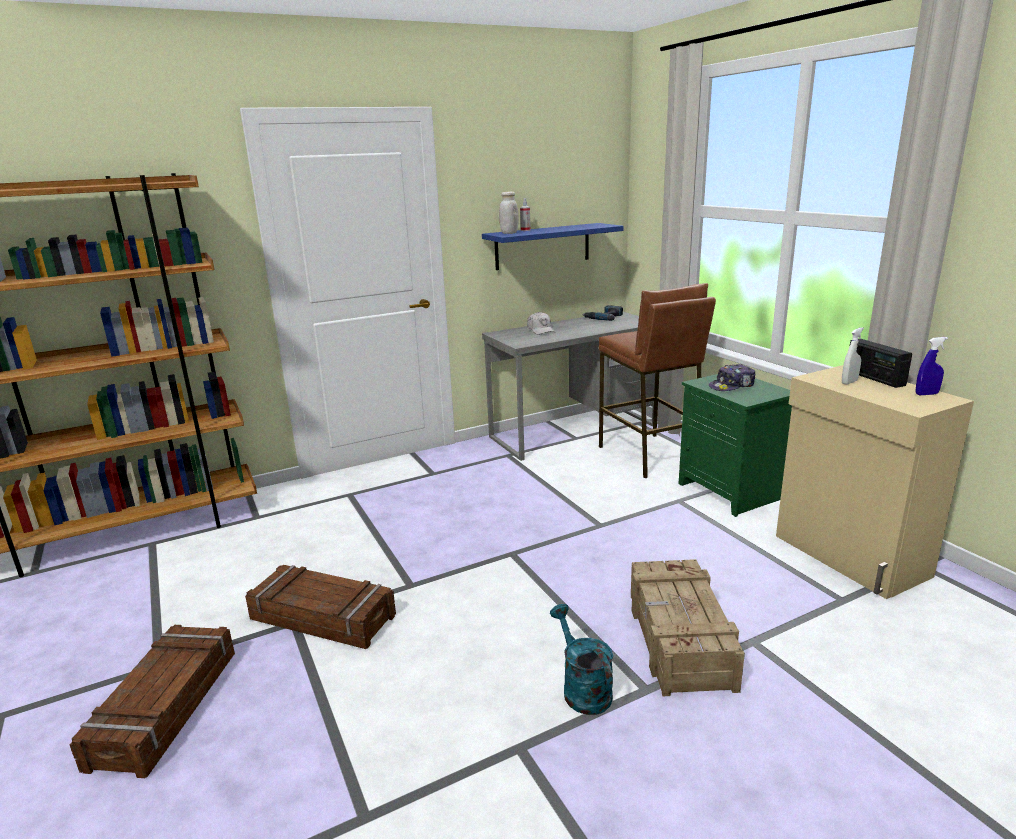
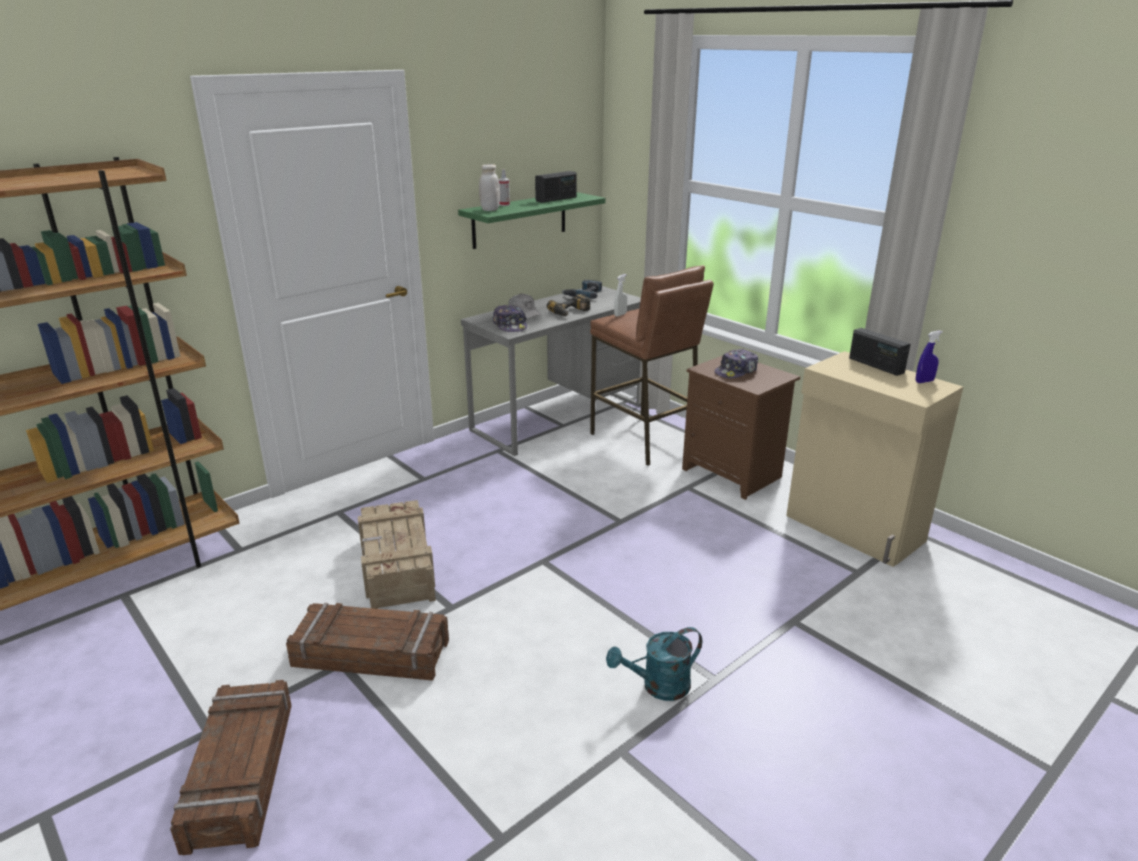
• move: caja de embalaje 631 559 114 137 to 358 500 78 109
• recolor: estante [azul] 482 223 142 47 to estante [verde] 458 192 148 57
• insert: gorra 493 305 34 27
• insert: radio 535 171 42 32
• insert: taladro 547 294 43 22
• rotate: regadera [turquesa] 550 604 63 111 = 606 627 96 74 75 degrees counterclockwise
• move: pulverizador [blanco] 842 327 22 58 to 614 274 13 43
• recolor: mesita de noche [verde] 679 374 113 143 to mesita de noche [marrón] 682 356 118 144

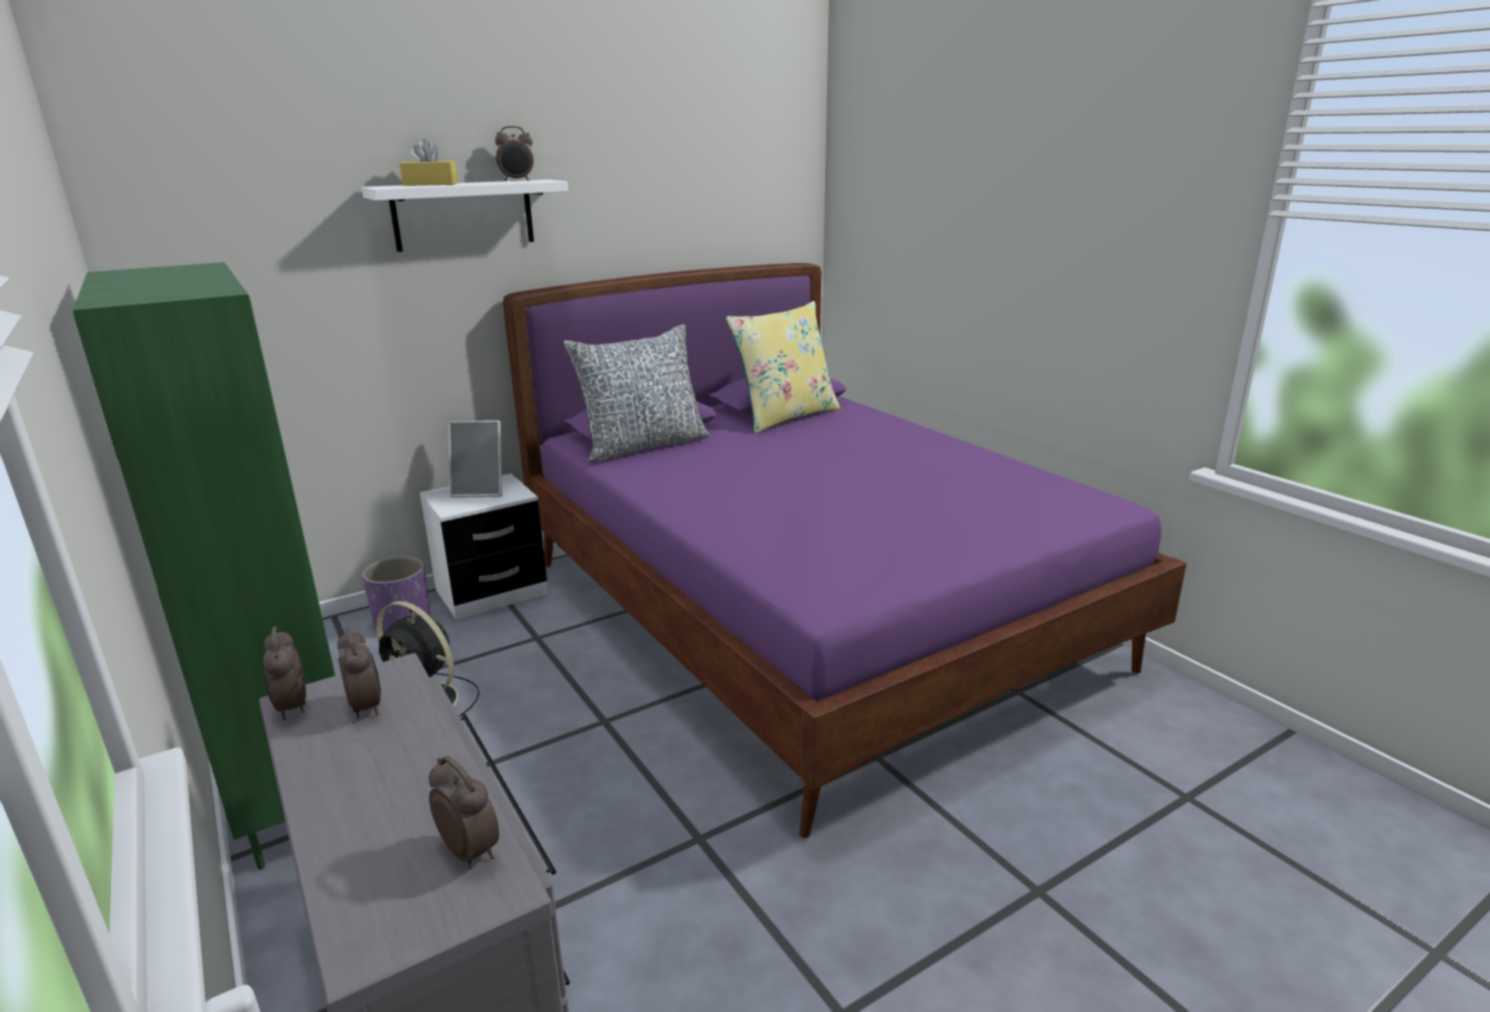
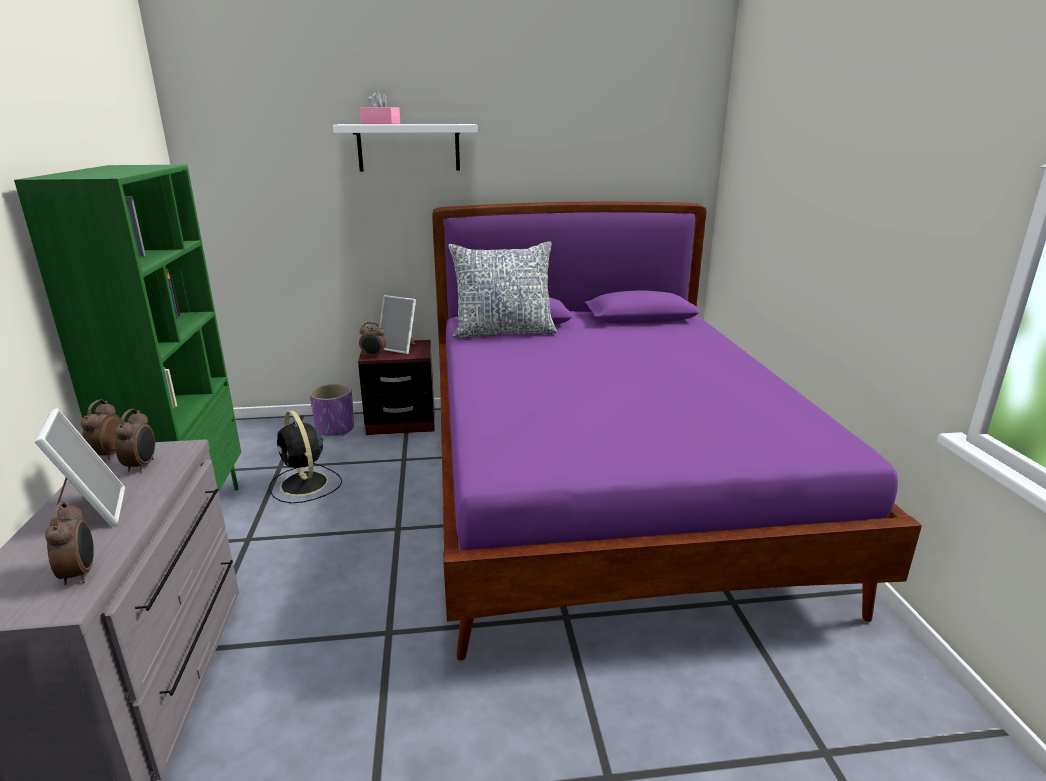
• insert: portarretratos 35 408 90 118
• recolor: mesita de noche [blanco] 420 474 127 146 to mesita de noche [marrón] 358 340 77 95
• recolor: caja de pañuelos [amarillo] 399 139 59 47 to caja de pañuelos [rosa] 359 91 41 33
• move: despertador 495 126 39 55 to 359 322 27 36
• delete: cojín [amarillo] 726 301 114 132

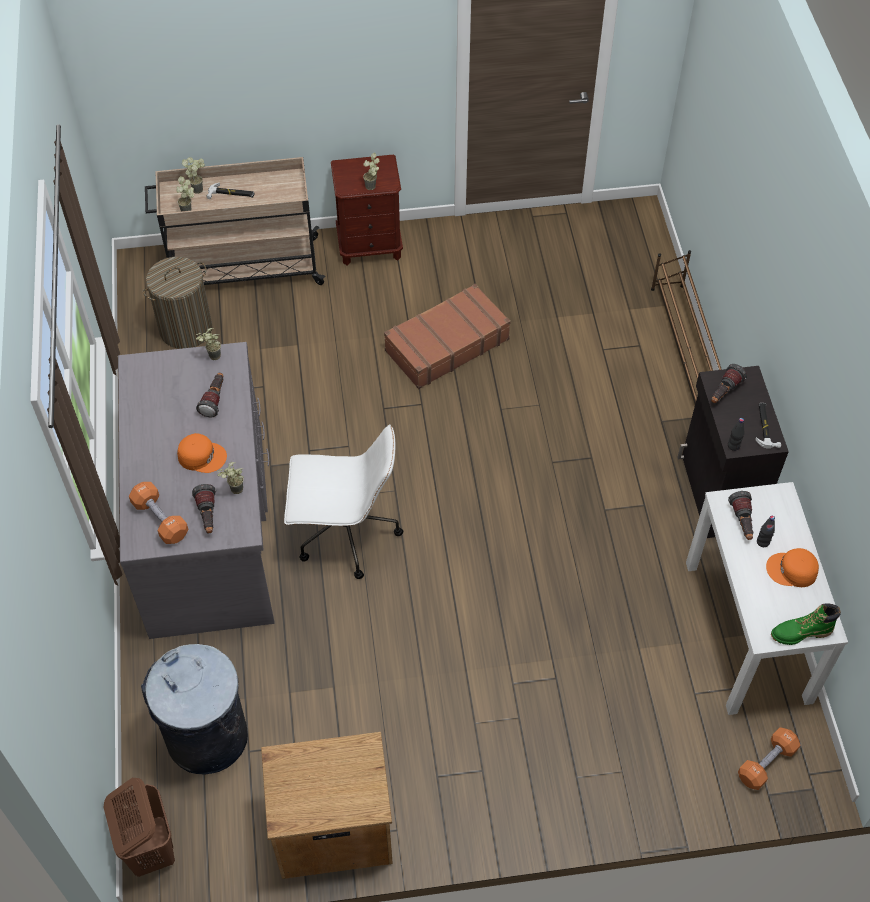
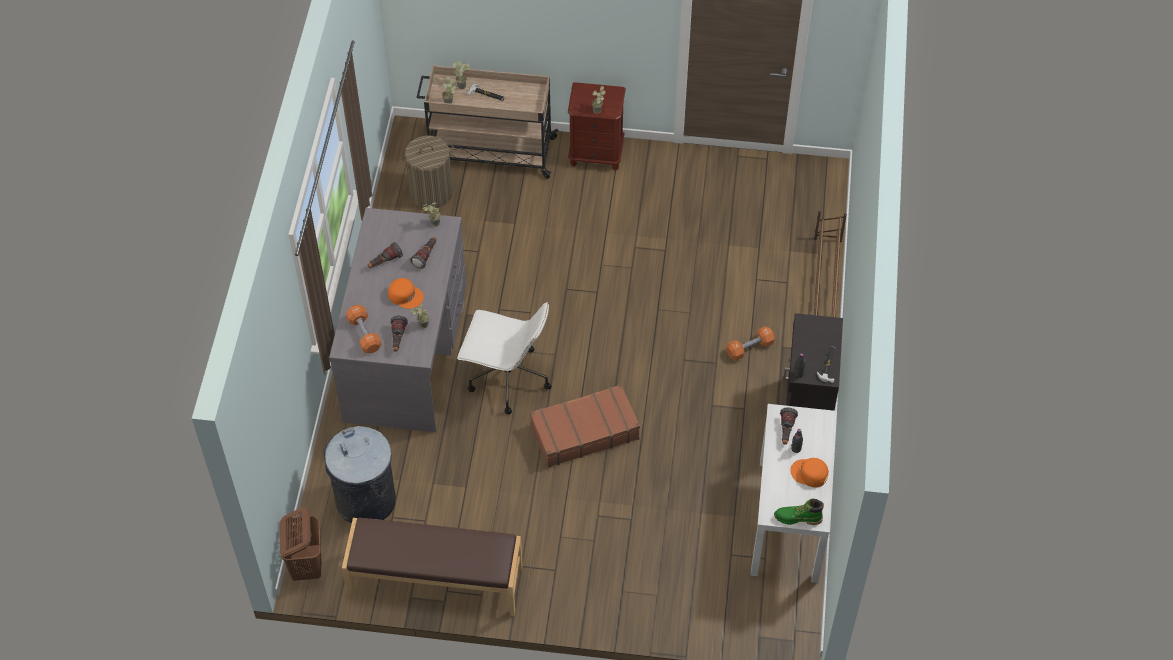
• replace: mesita de noche [marrón] 261 732 132 147 to banco [marrón] 342 517 181 99
• move: linterna 711 364 36 39 to 368 242 35 26
• move: maleta [marrón] 384 284 127 105 to 530 384 110 83
• move: mancuerna [naranja] 738 727 62 63 to 726 326 49 34

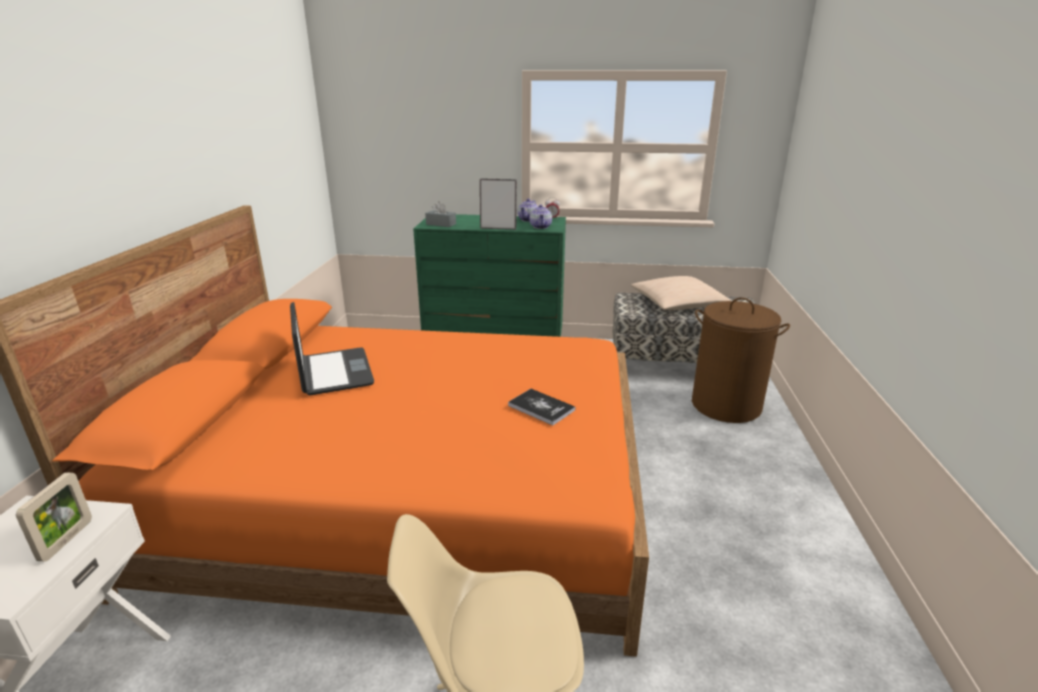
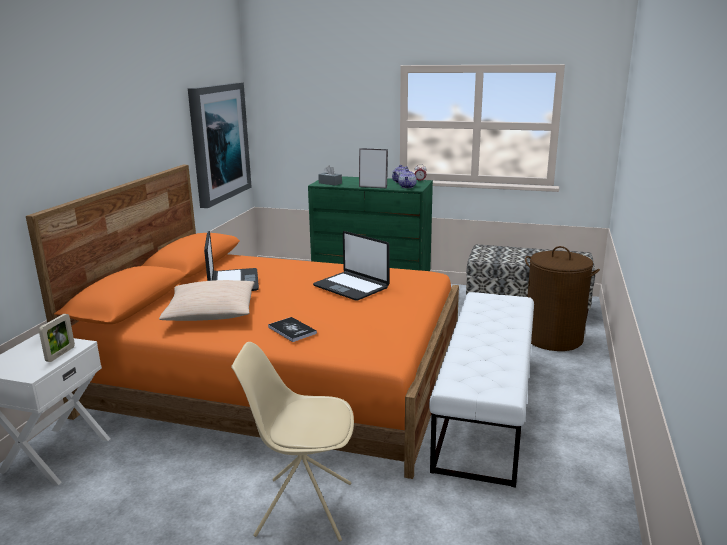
• move: cojín [beis] 631 276 100 34 to 159 280 96 41
• insert: cuadro 188 82 64 126
• move: libro 508 389 67 37 to 268 317 49 25
• insert: portátil 313 231 76 70
• insert: banco [blanco] 429 292 105 196

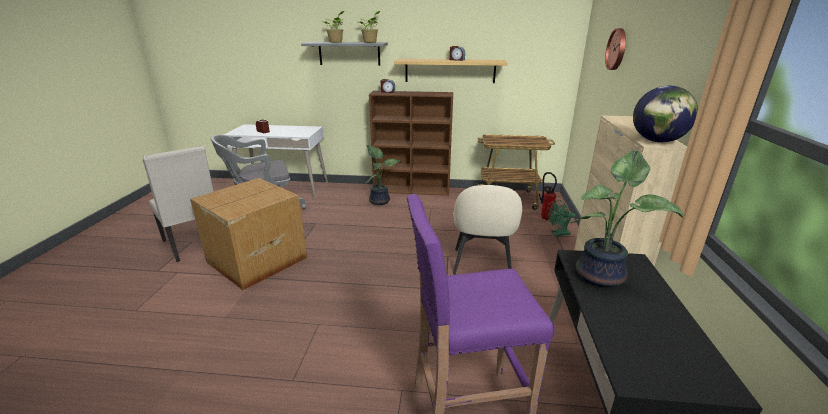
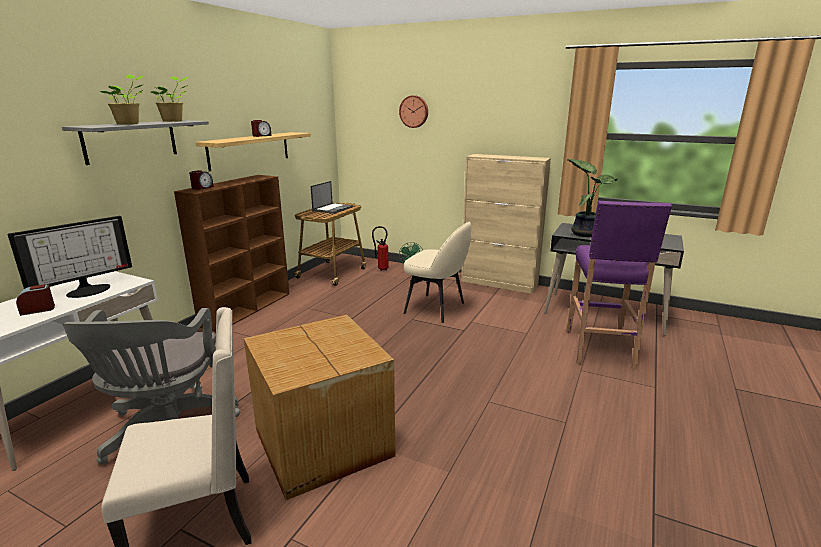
• insert: monitor 7 216 125 82
• insert: portátil 311 181 42 33
• delete: planta en maceta 365 145 36 60
• delete: globo terráqueo 633 86 65 57

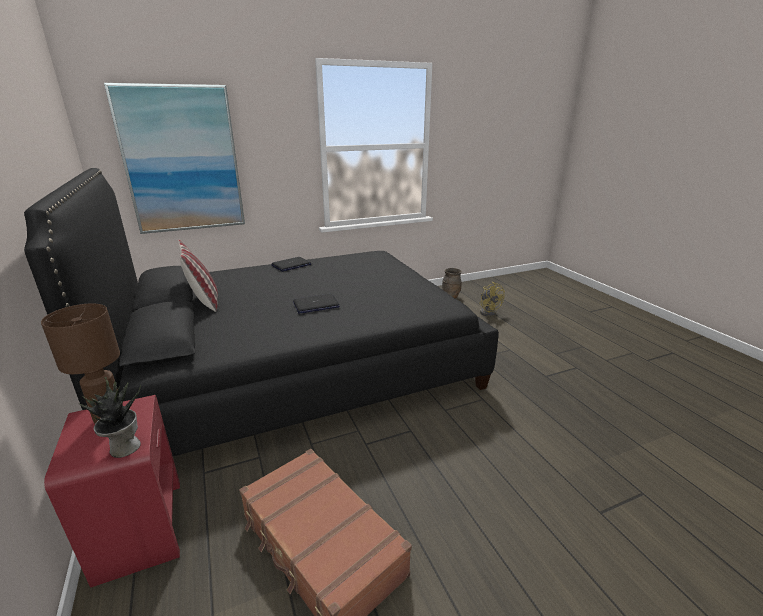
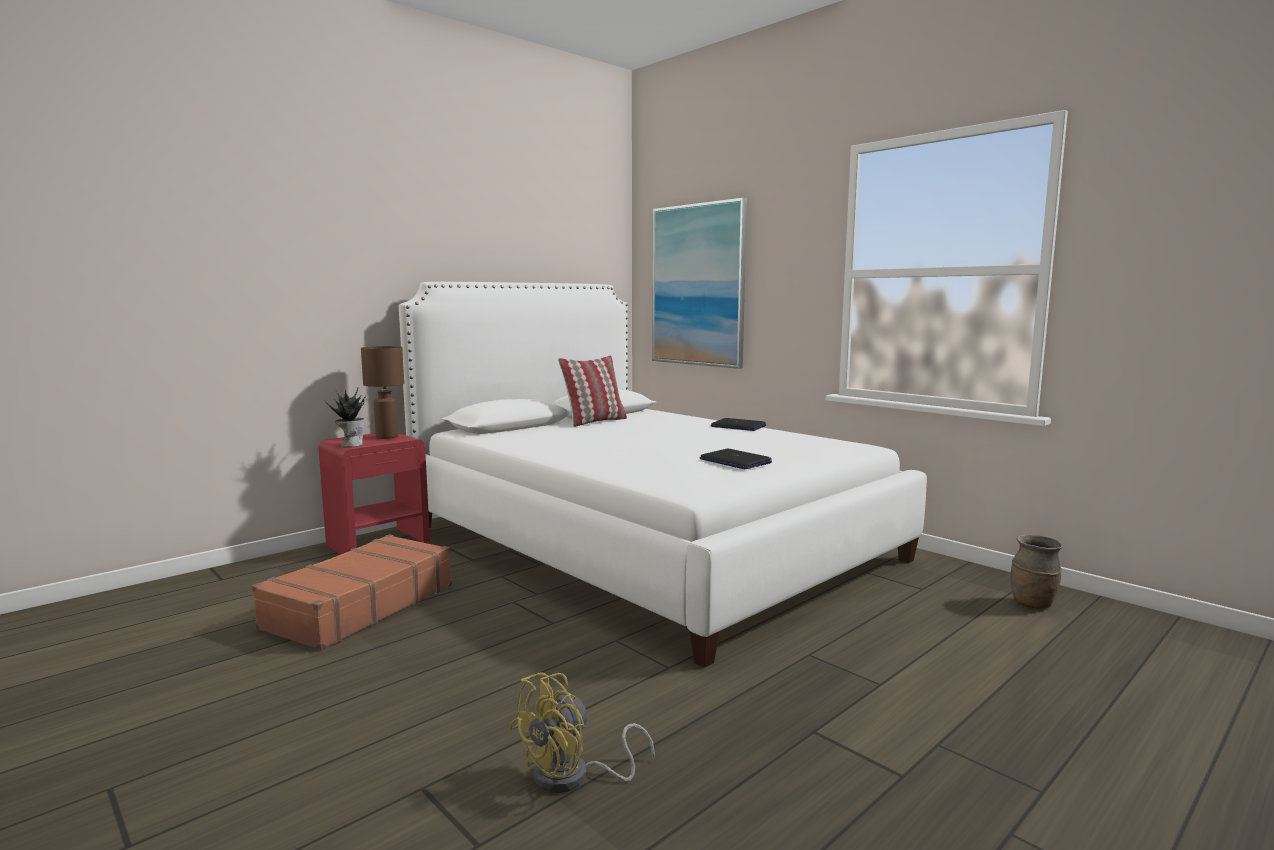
• recolor: cama [negro] 24 168 475 288 to cama [blanco] 399 282 528 386
• move: ventilador [amarillo] 479 282 26 34 to 509 672 146 121
• move: portátil 293 294 46 20 to 700 449 72 20

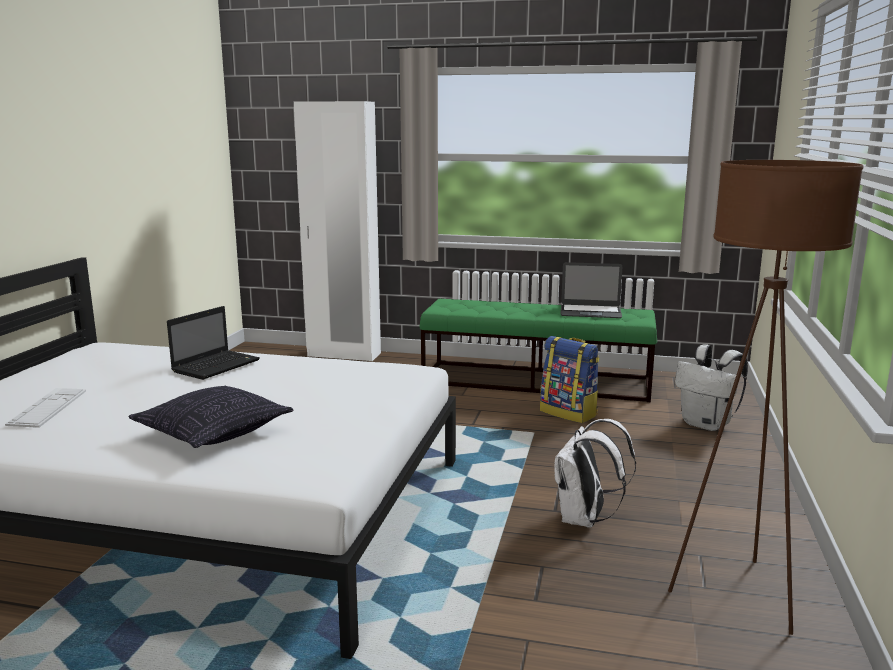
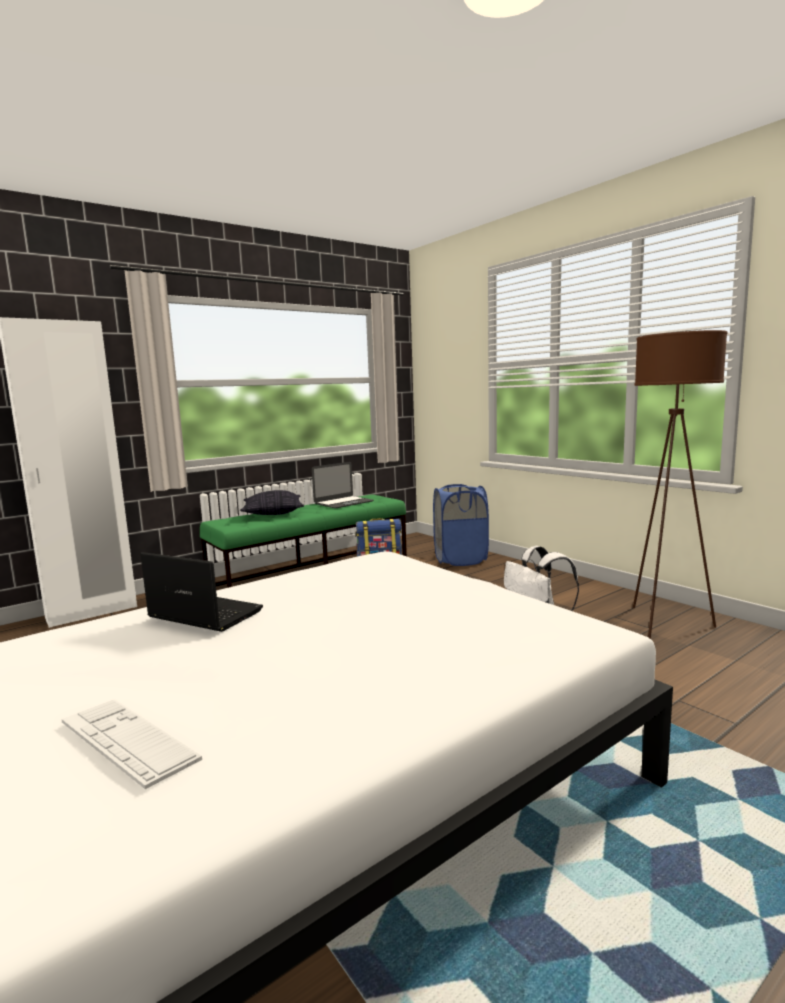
• rotate: portátil 167 306 93 74 = 140 552 123 80 45 degrees counterclockwise
• move: cojín 128 386 165 62 to 240 490 64 25
• replace: mochila [blanco] 675 344 73 87 to cesto de la ropa [azul] 433 484 56 82

